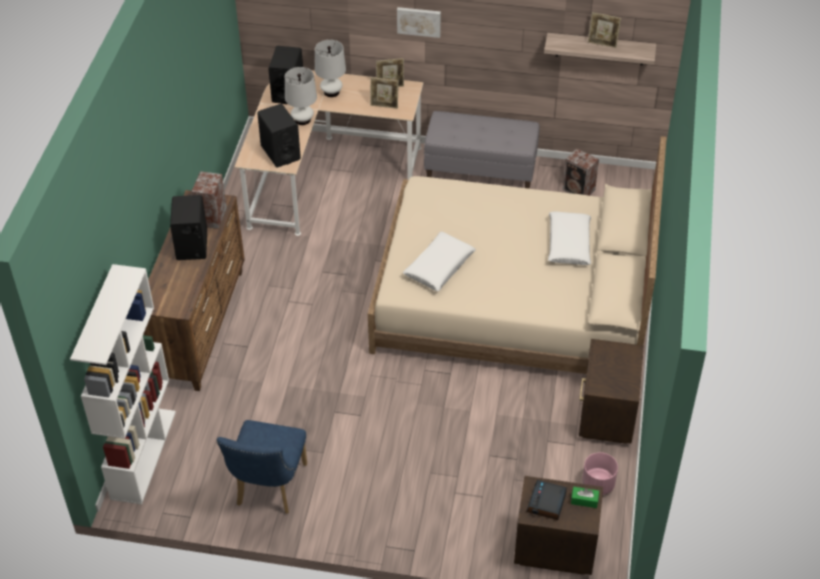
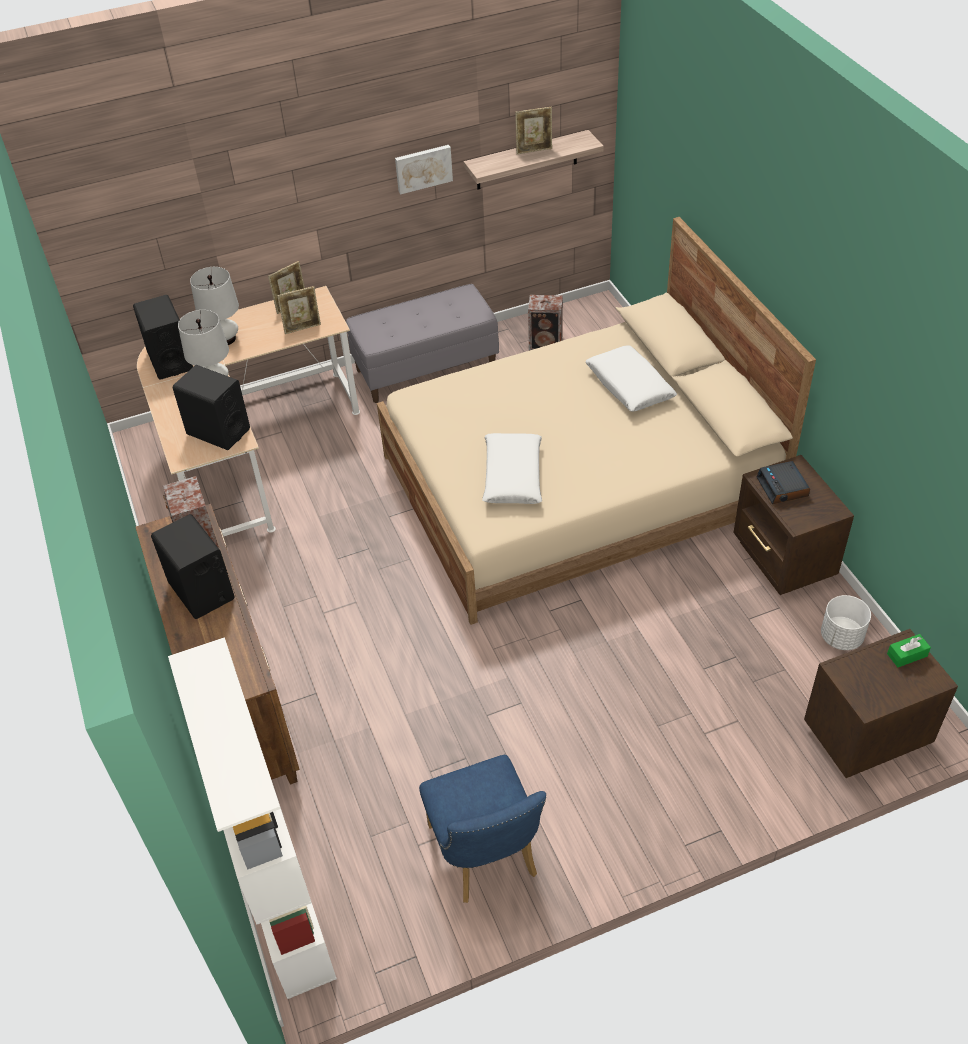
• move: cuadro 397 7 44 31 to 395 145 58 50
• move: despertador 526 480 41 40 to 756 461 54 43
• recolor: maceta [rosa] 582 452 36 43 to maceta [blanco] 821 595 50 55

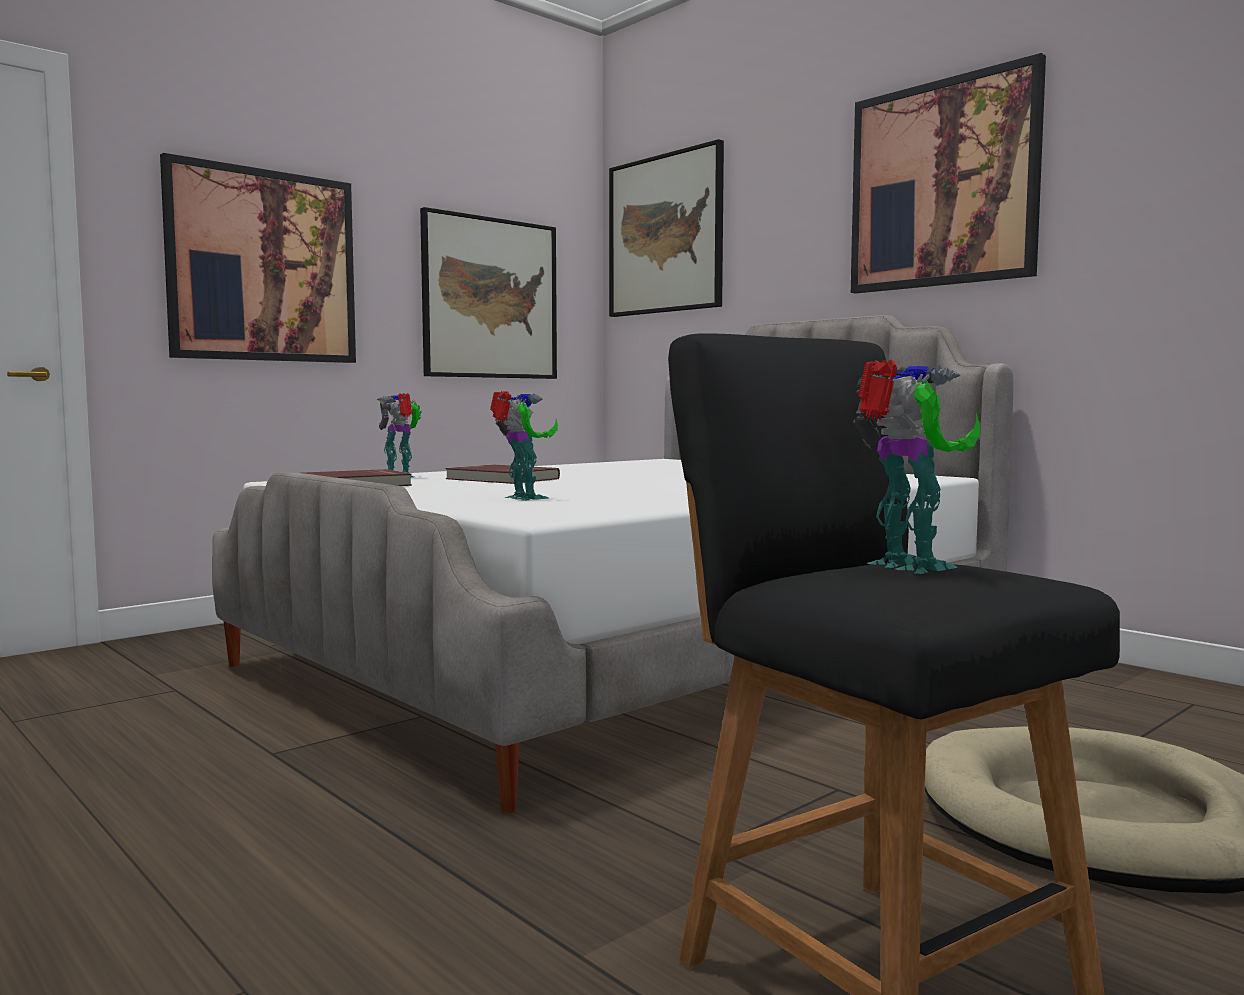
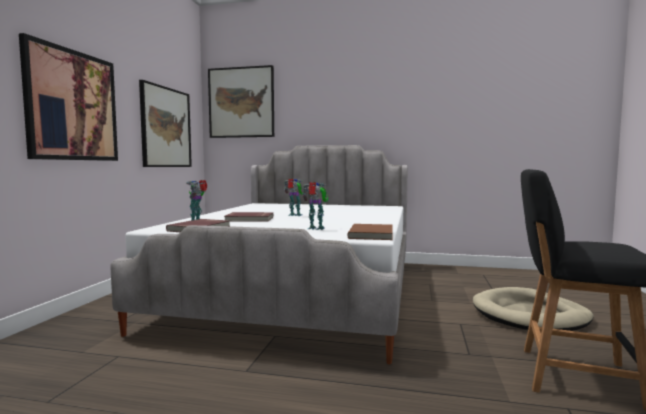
• move: robot de juguete 853 360 127 214 to 284 178 19 38
• insert: libro [marrón] 347 224 46 16
• delete: cuadro 851 53 195 240

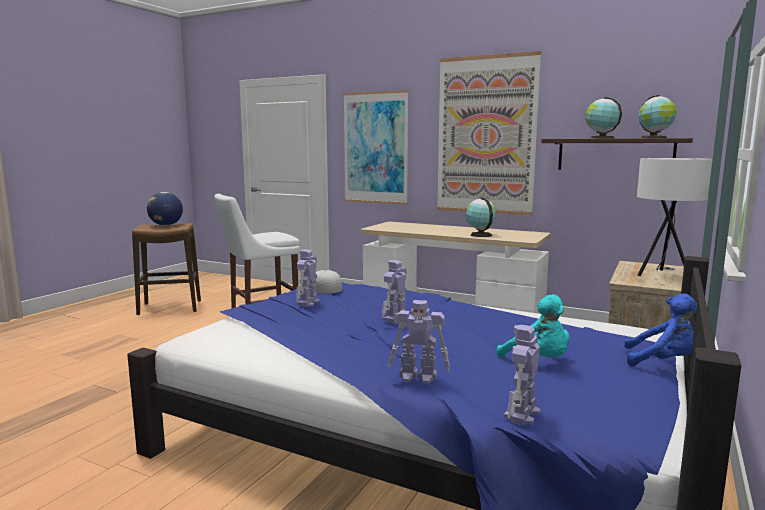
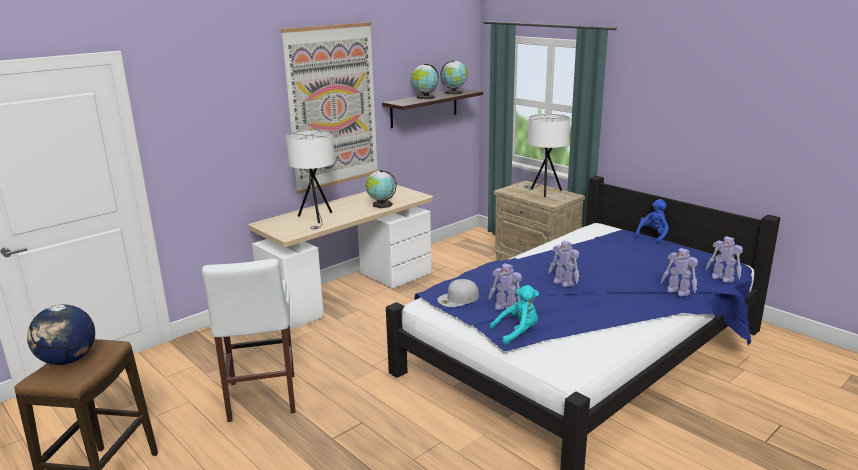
• insert: lámpara de mesa [blanco] 286 130 49 99
• move: peluche [turquesa] 497 294 73 63 to 490 285 49 60
• rotate: robot de juguete 388 300 62 84 = 661 248 37 48 105 degrees clockwise
• delete: cuadro 343 90 66 115

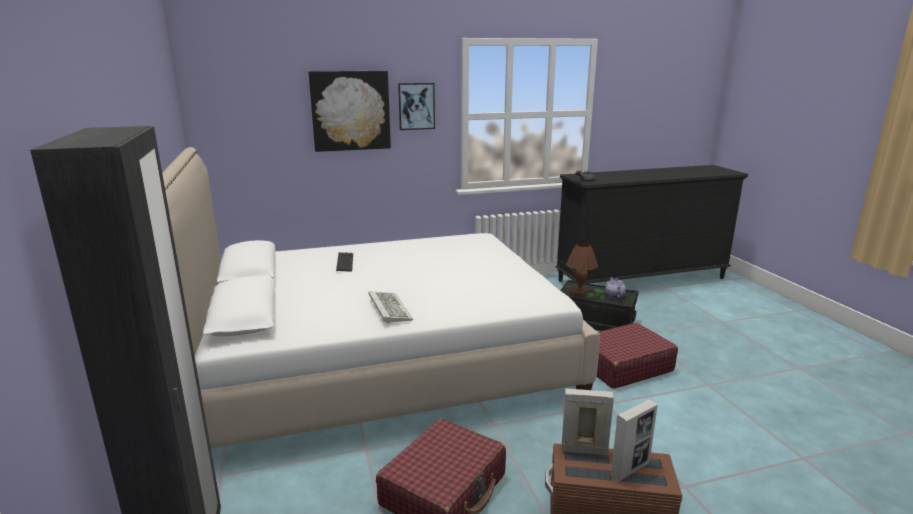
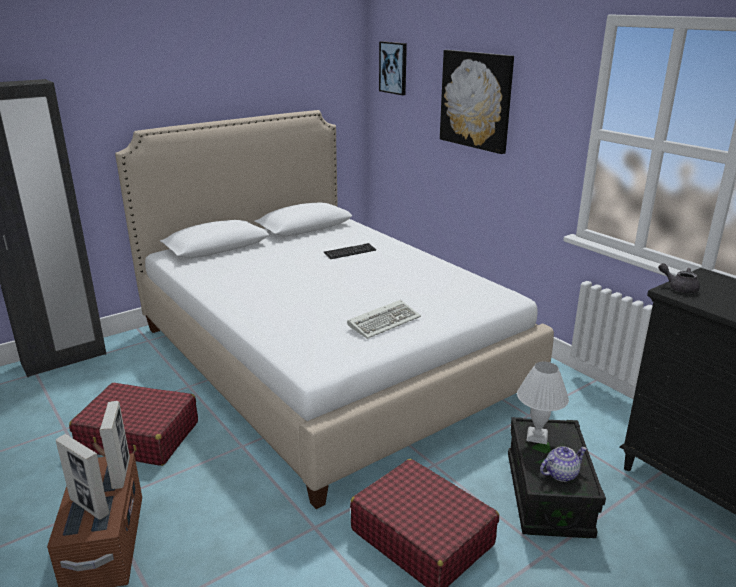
• move: teclado 368 291 45 33 to 347 300 74 39
• move: cuadro 398 83 37 47 to 379 41 28 54
• recolor: lámpara de mesa [marrón] 566 242 32 54 to lámpara de mesa [blanco] 517 362 52 82

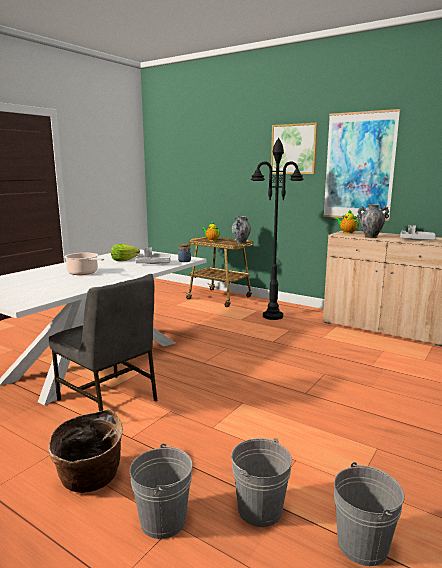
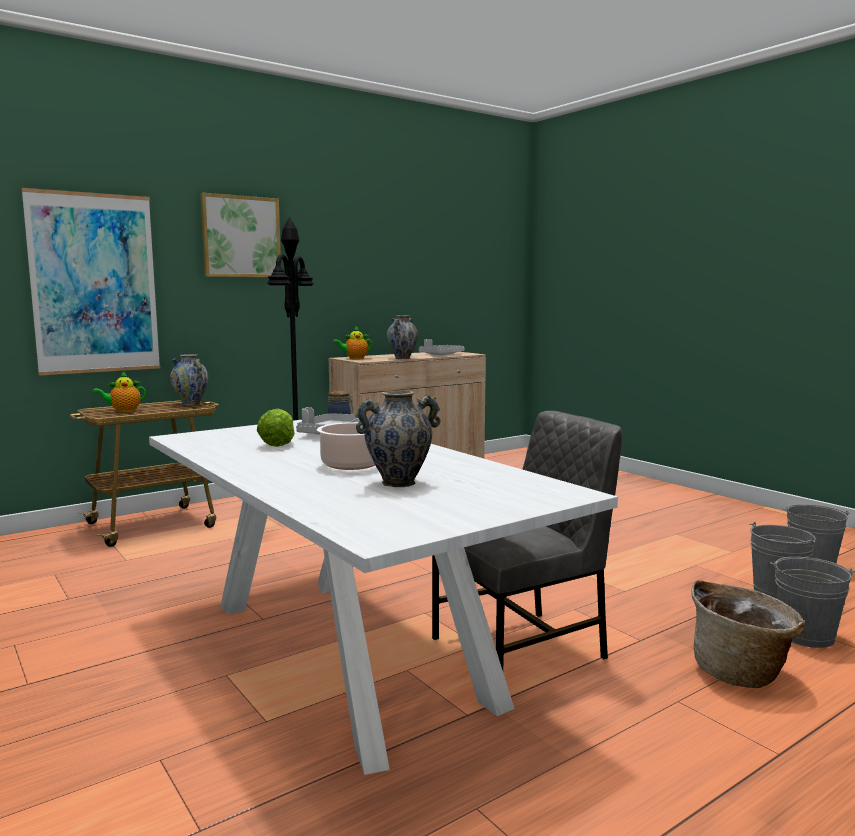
• move: cuadro 323 109 77 112 to 21 188 139 188
• insert: florero 355 390 85 97

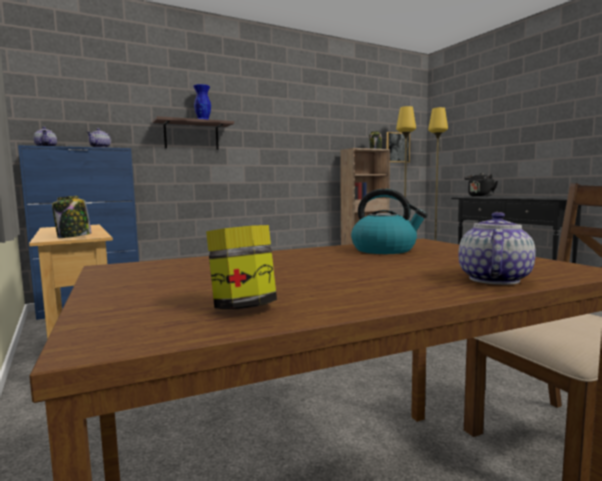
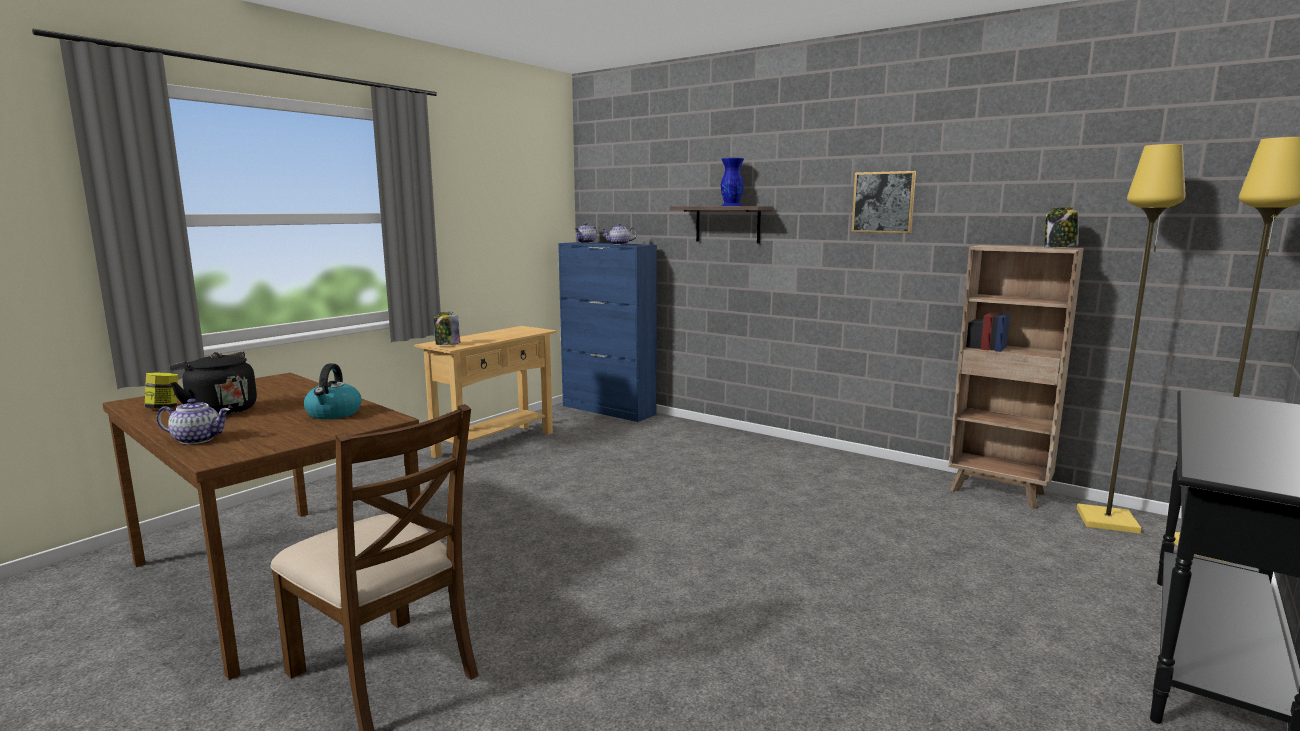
• move: hervidor [negro] 464 173 34 24 to 169 352 88 63
• move: cuadro 387 132 23 31 to 851 171 65 62

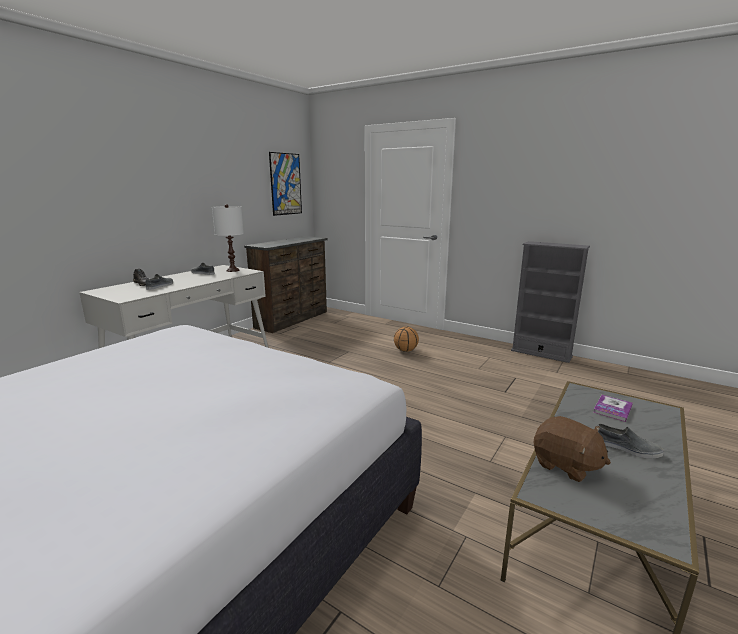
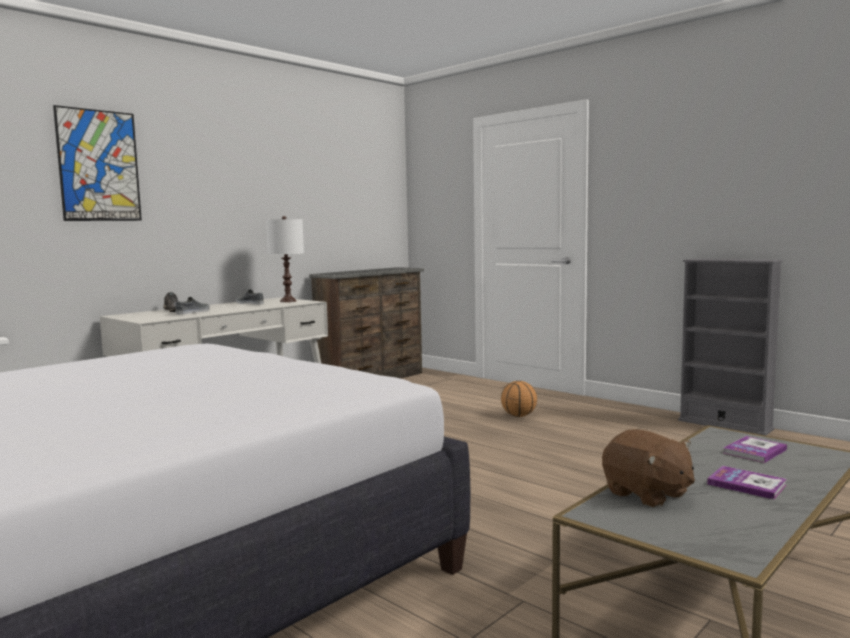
• move: cuadro 269 152 33 64 to 53 105 89 116
• replace: zapato [gris] 598 423 66 35 to libro 707 466 80 33

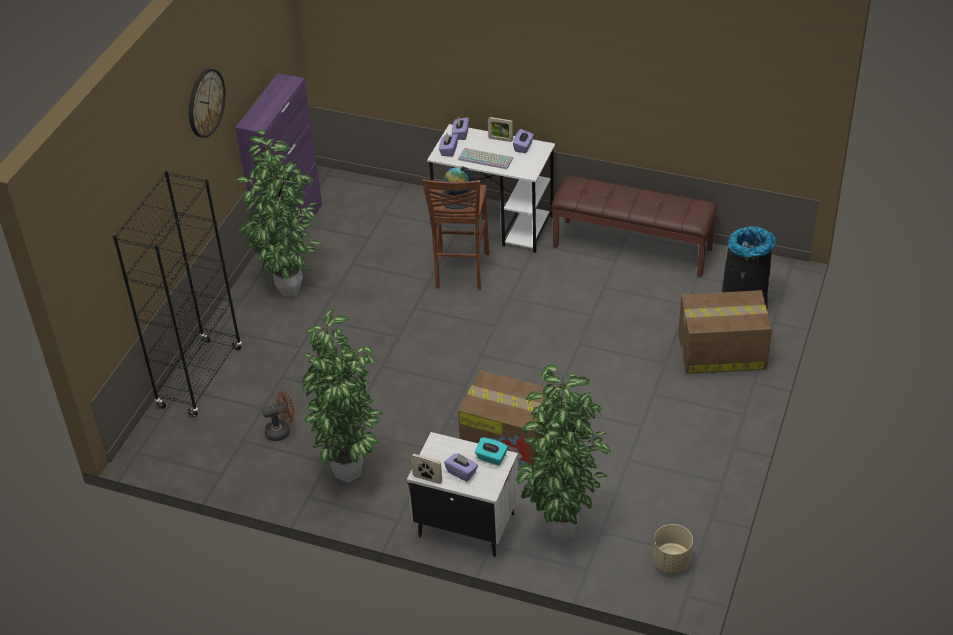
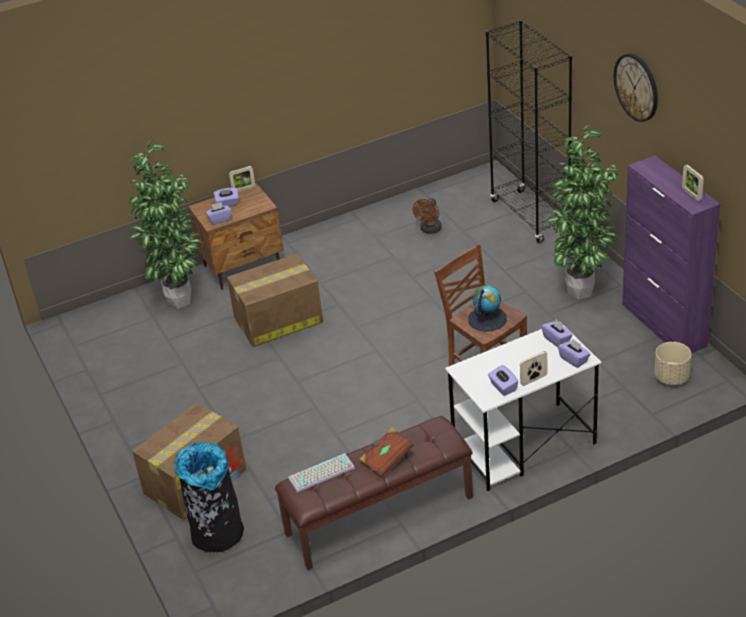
• recolor: mesita de noche [blanco] 407 432 112 125 to mesita de noche [marrón] 188 183 96 107
• recolor: caja de pañuelos [turquesa] 475 437 33 28 to caja de pañuelos [morado] 206 202 26 23
• move: teclado 458 148 55 21 to 288 453 67 40
• insert: libro [marrón] 359 427 55 51
• move: maceta [beis] 653 524 40 50 to 654 342 37 43
• insert: portarretratos 682 165 22 36
• delete: planta en maceta 302 309 82 174

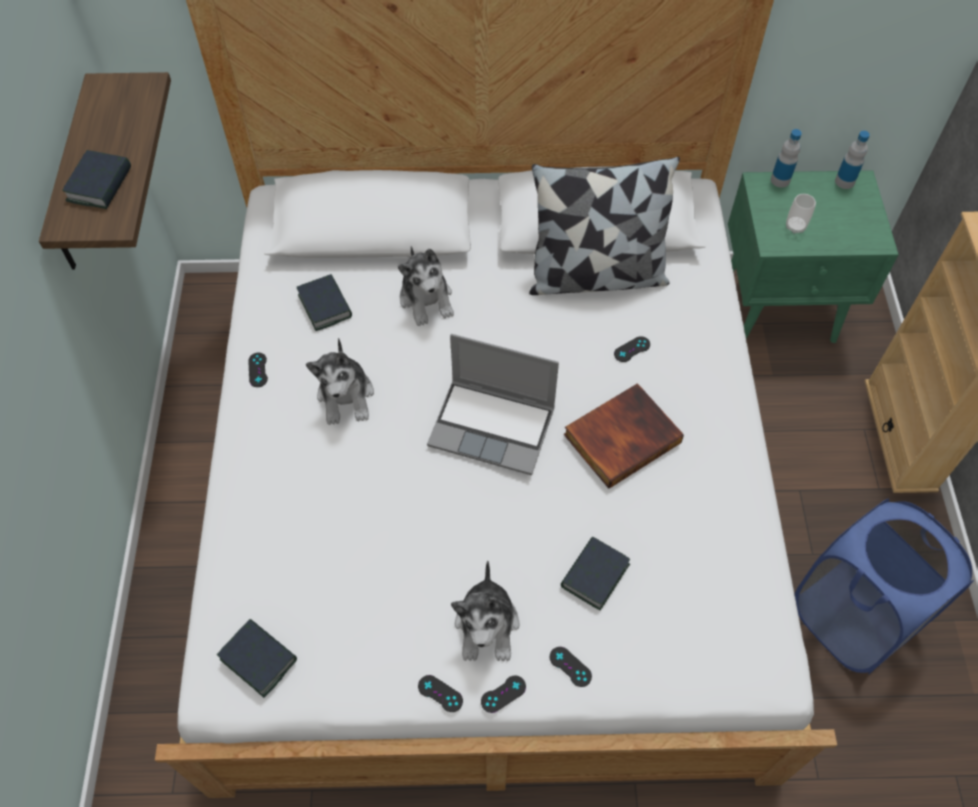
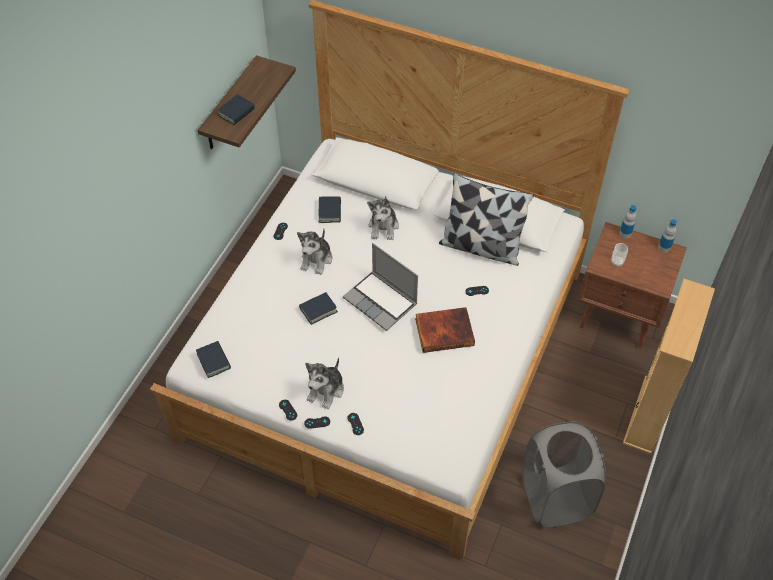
• move: libro 561 537 69 73 to 299 292 39 33
• recolor: cesto de la ropa [azul] 795 499 179 176 to cesto de la ropa [gris] 523 421 83 107
• recolor: mesita de noche [verde] 728 170 171 173 to mesita de noche [marrón] 578 222 109 127

